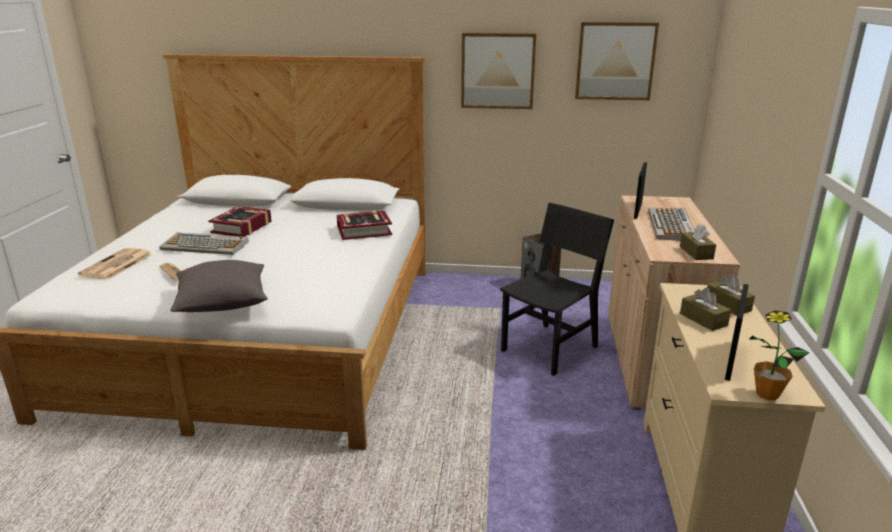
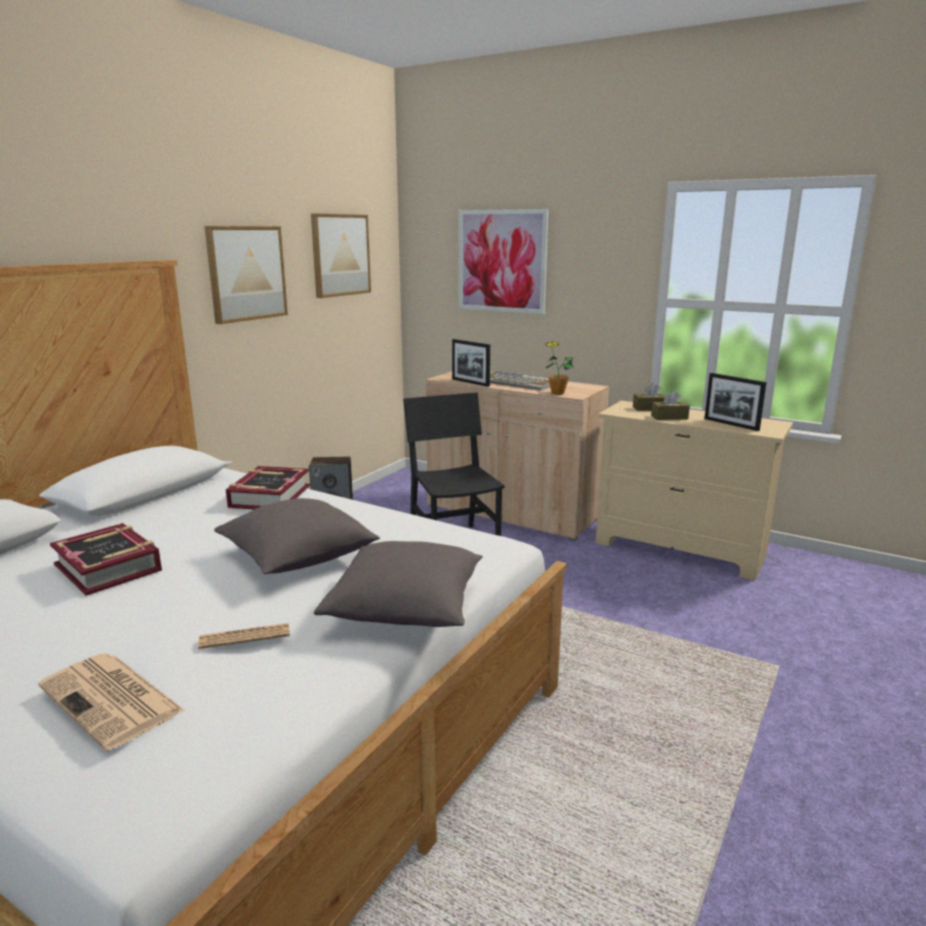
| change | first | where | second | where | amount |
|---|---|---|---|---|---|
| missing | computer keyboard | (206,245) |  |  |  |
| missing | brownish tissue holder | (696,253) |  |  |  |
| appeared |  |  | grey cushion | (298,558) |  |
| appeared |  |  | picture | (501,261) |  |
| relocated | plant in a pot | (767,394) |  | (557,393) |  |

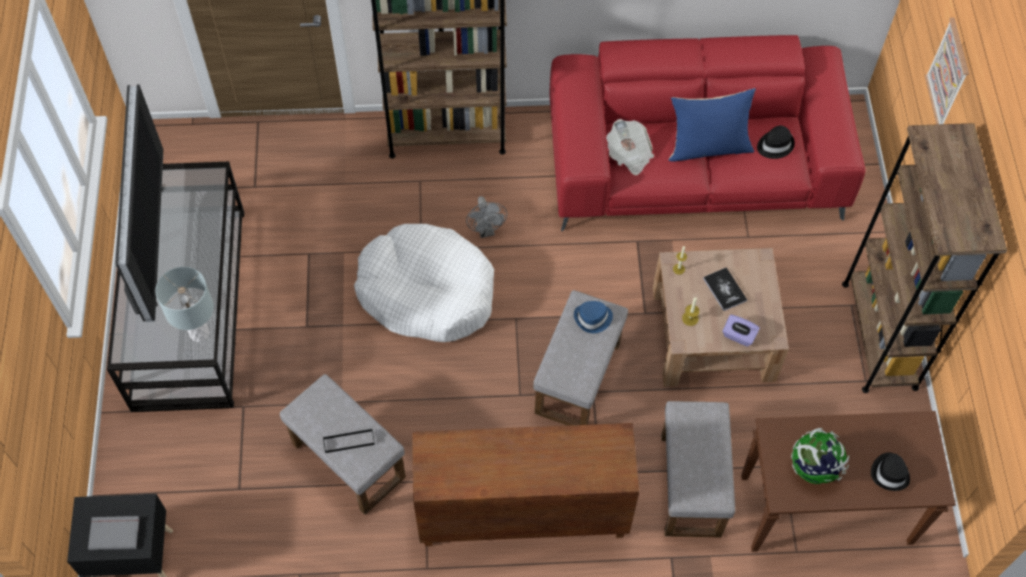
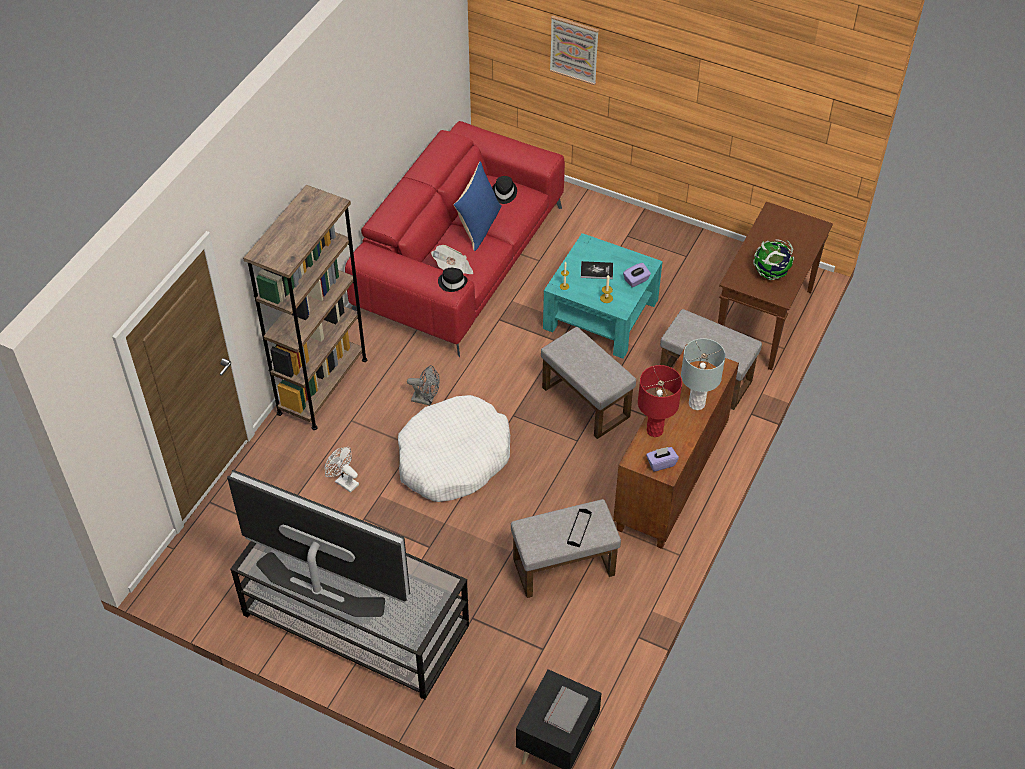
| change | first | where | second | where | amount |
|---|---|---|---|---|---|
| missing | blue-coloured wearable hat | (593,318) |  |  |  |
| missing | brownish bookshelf | (879,335) |  |  |  |
| appeared |  |  | white electric fan | (343,481) |  |
| appeared |  |  | reddish lamp for a table | (654,430) |  |
| appeared |  |  | purplish tissue holder | (661,463) |  |
| relocated | grey lamp for a table | (199,333) |  | (697,403) |  |
| relocated | blackish wearable hat | (890,473) |  | (452,282) |  |
| colour | brownish coffee table | (713,334) | turquoise coffee table | (601,314) |  |

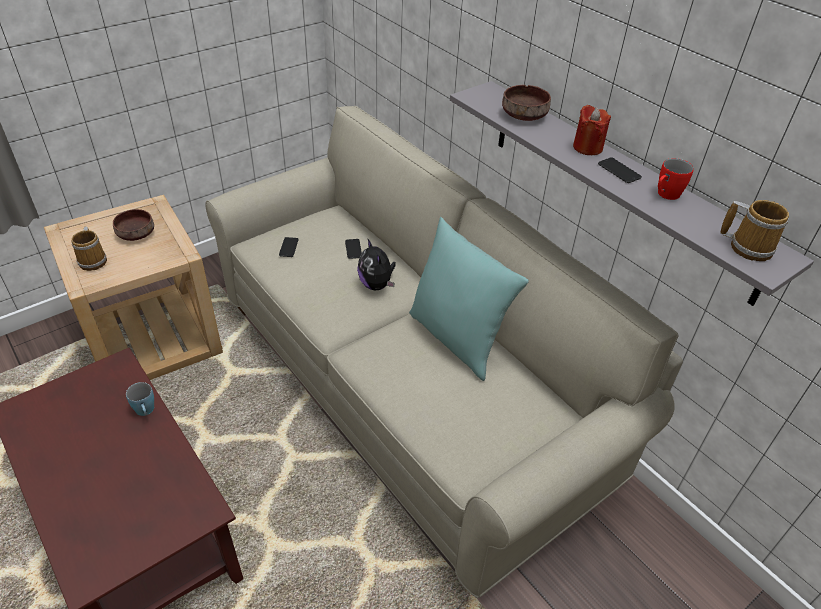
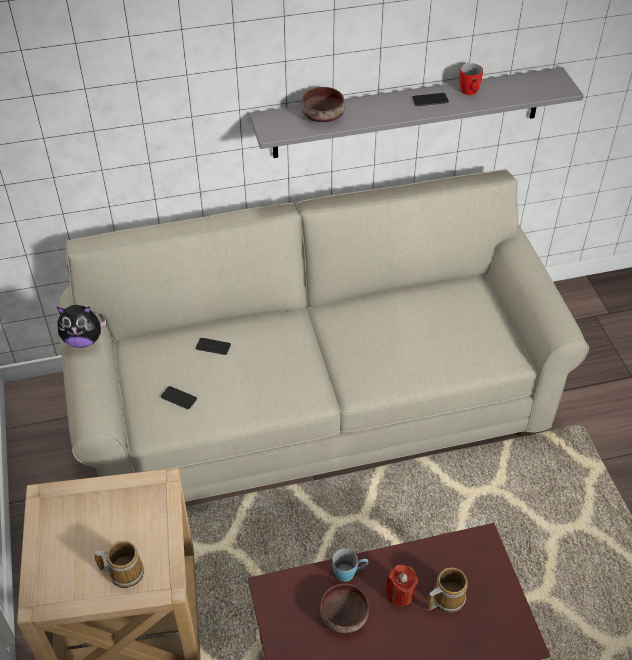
| change | first | where | second | where | amount |
|---|---|---|---|---|---|
| missing | turquoise cushion | (457,338) |  |  |  |
| relocated | brownish bowl | (137,234) |  | (345,614) |  |
| relocated | soft toy | (377,285) |  | (83,340) |  |
| relocated | reddish candle | (587,147) |  | (400,593) |  |
| relocated | tea mug | (748,246) |  | (445,598) |  |

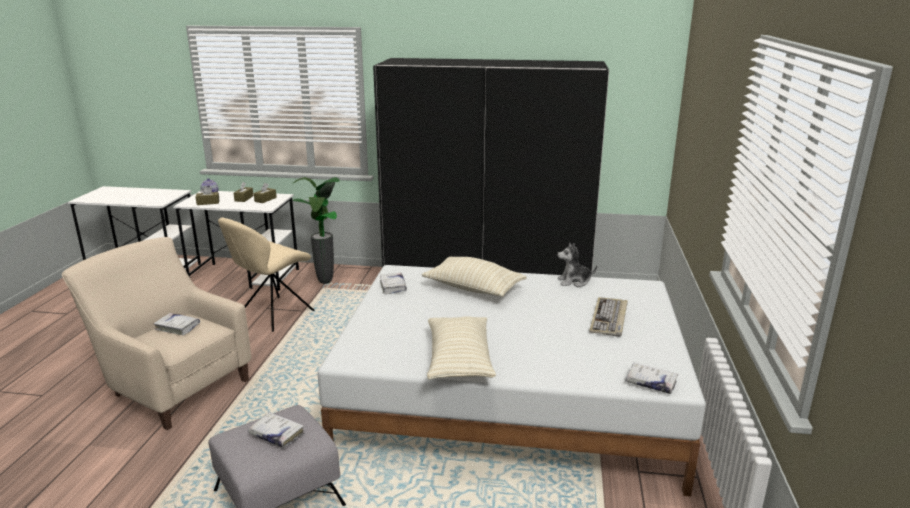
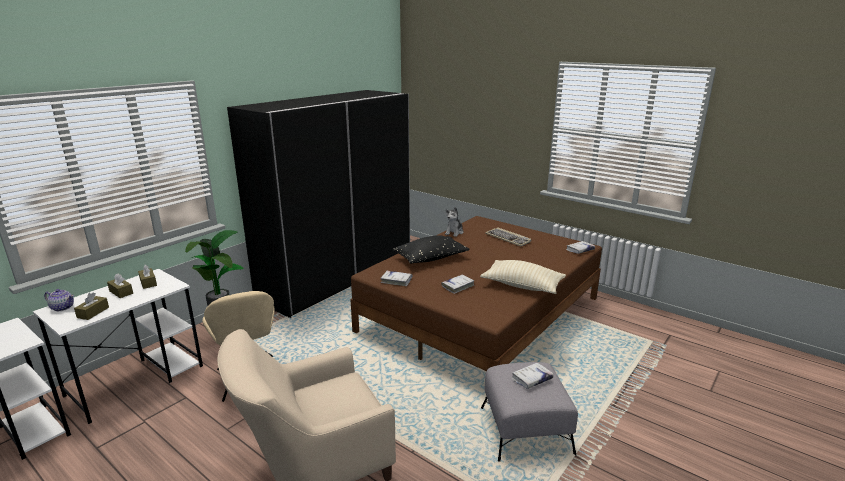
| change | first | where | second | where | amount |
|---|---|---|---|---|---|
| relocated | white book | (177,327) |  | (458,286) |  |
| colour | white bed | (510,399) | brownish bed | (482,314) |  |
| colour | sand-coloured cushion | (473,288) | blackish cushion | (431,258) |  |

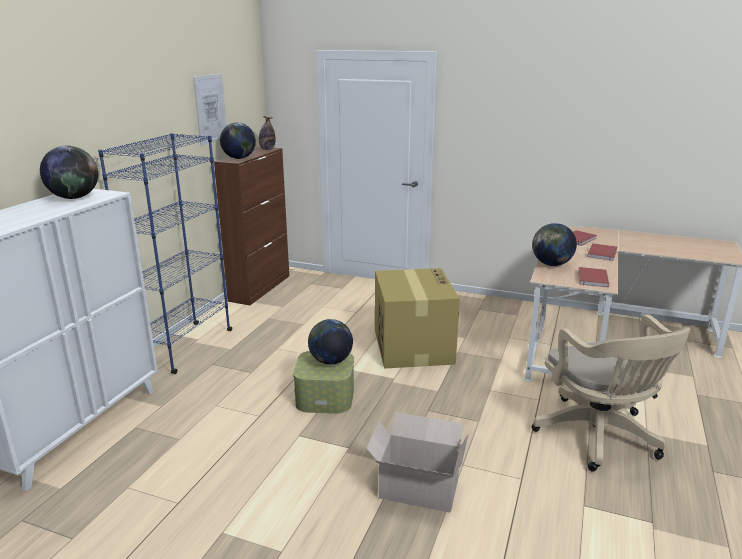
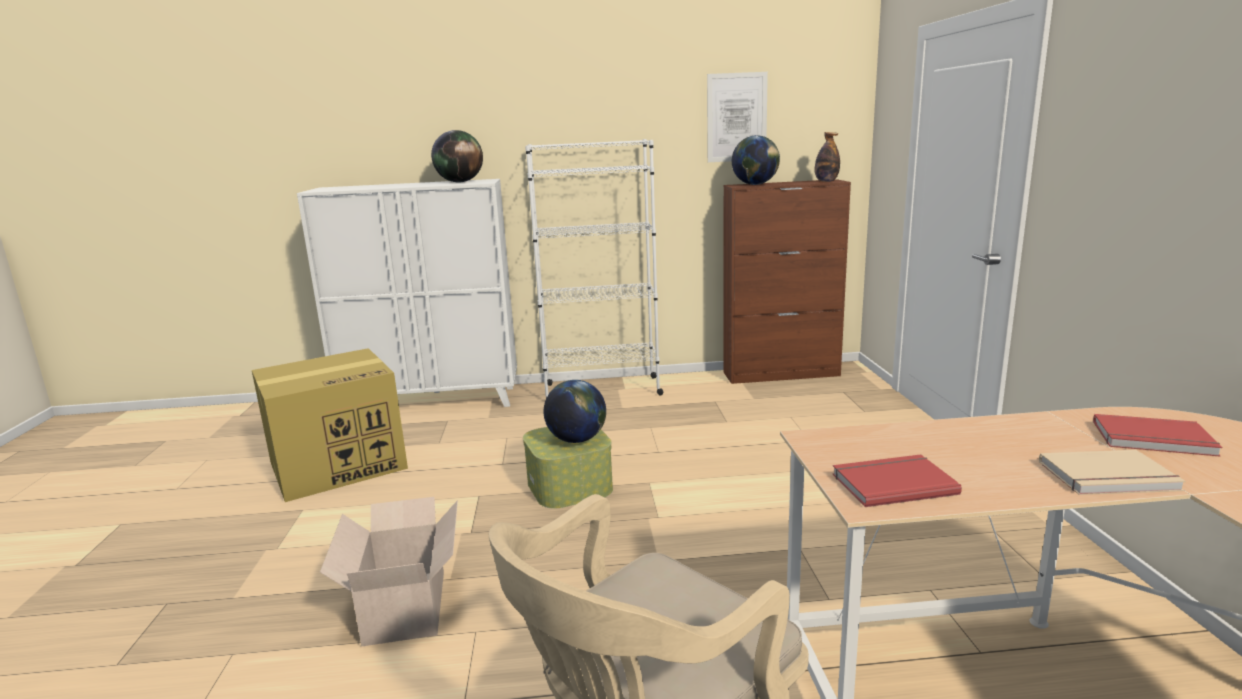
| change | first | where | second | where | amount |
|---|---|---|---|---|---|
| missing | desk globe | (551,264) |  |  |  |
| relocated | packing box | (412,346) |  | (339,464) |  |
| colour | blue-coloured bookshelf | (185,347) | white bookshelf | (602,389) |  |
| colour | reddish book | (603,253) | sand-coloured book | (1110,478) |  |

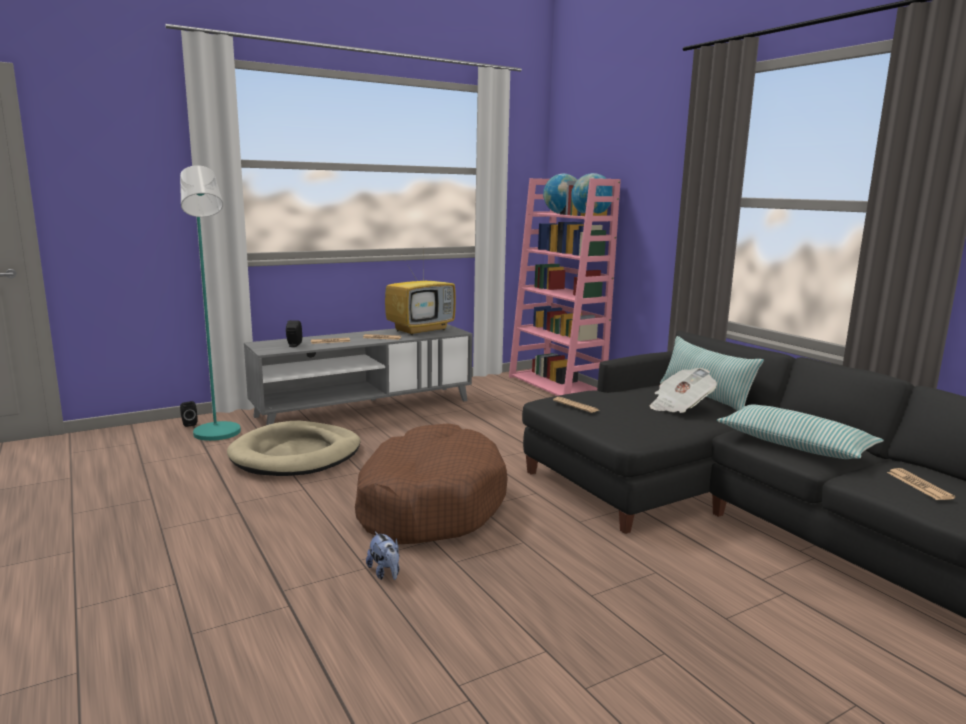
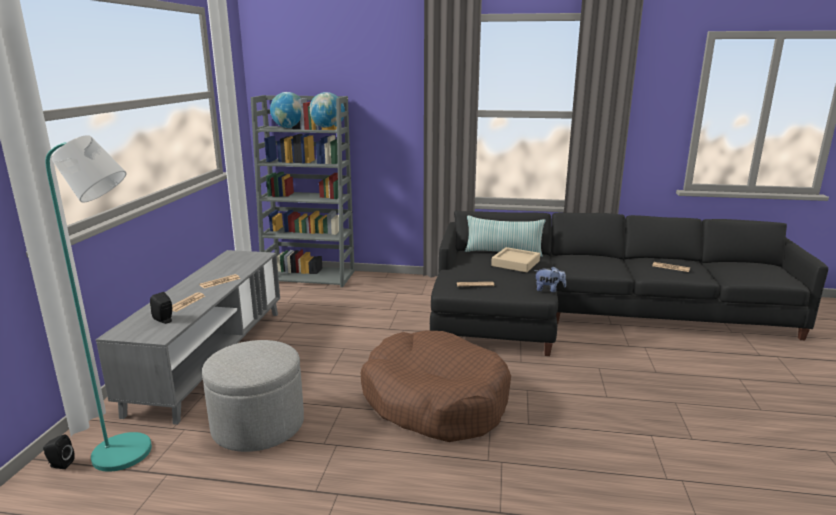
| change | first | where | second | where | amount |
|---|---|---|---|---|---|
| missing | TV | (421,330) |  |  |  |
| missing | cushion | (794,445) |  |  |  |
| relocated | soft toy | (385,573) |  | (549,290) |  |
| exchanged | sand-coloured dog bed | (296,454) | grey pouffe | (258,425) |  |
| exchanged | daily paper | (679,407) | sand-coloured carrying tray | (515,263) |  |
| colour | pinkish bookshelf | (557,385) | grey bookshelf | (310,276) |  |

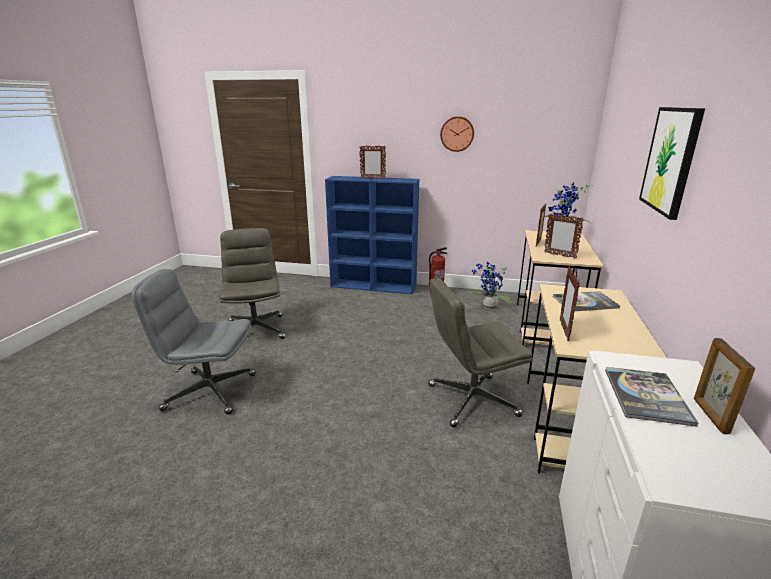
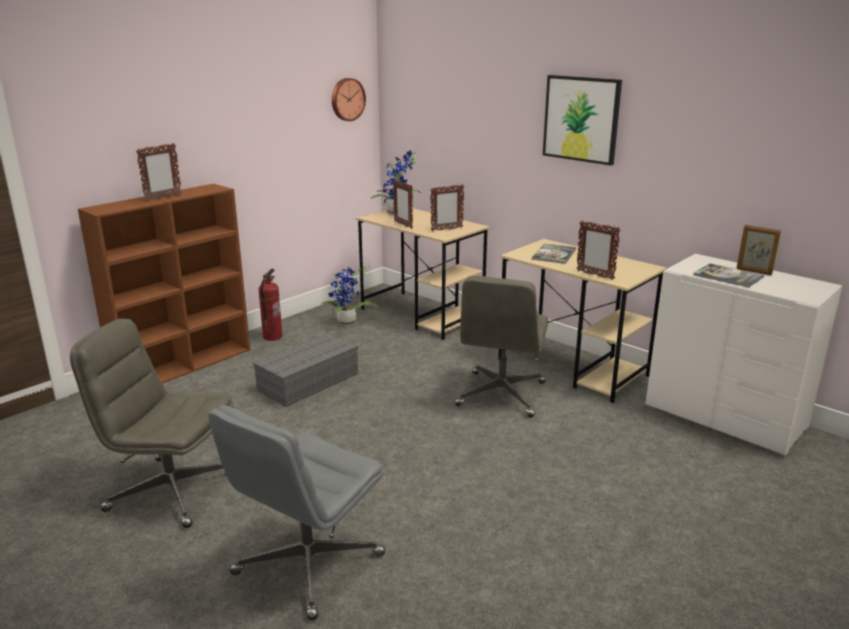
| change | first | where | second | where | amount |
|---|---|---|---|---|---|
| appeared |  |  | grey storage bin | (309,381) |  |
| relocated | clock on the wall | (457,134) |  | (347,99) |  |
| colour | blue-coloured bookshelf | (374,286) | brownish bookshelf | (185,365) |  |

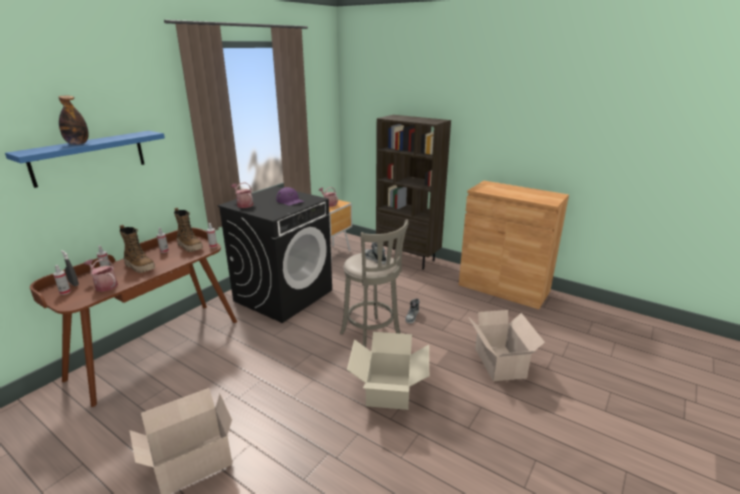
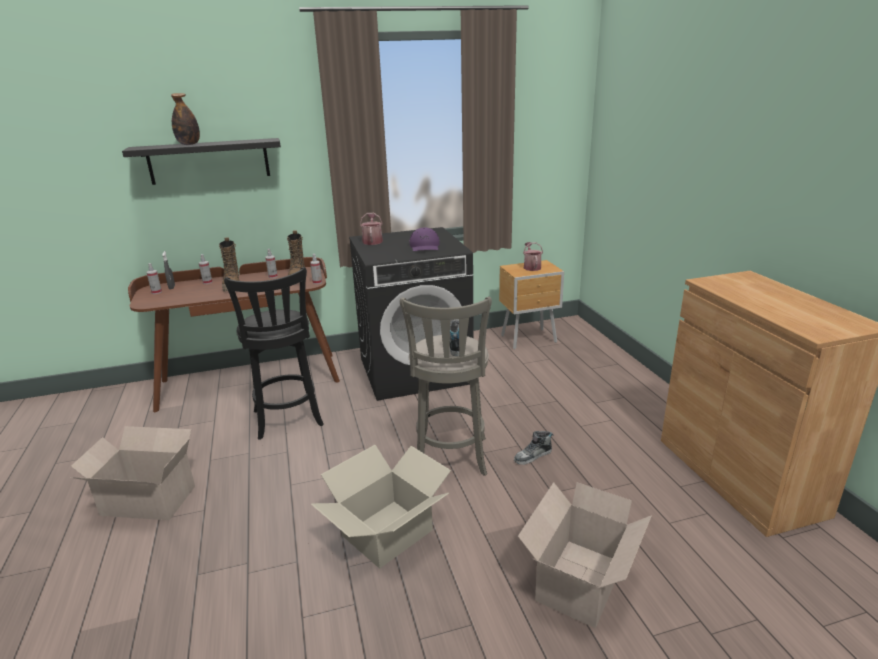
| change | first | where | second | where | amount |
|---|---|---|---|---|---|
| missing | watering can | (104,285) |  |  |  |
| missing | brownish bookshelf | (408,258) |  |  |  |
| appeared |  |  | blackish stool seat | (288,420) |  |
| colour | blue-coloured wall shelf | (89,157) | blackish wall shelf | (209,161) |  |

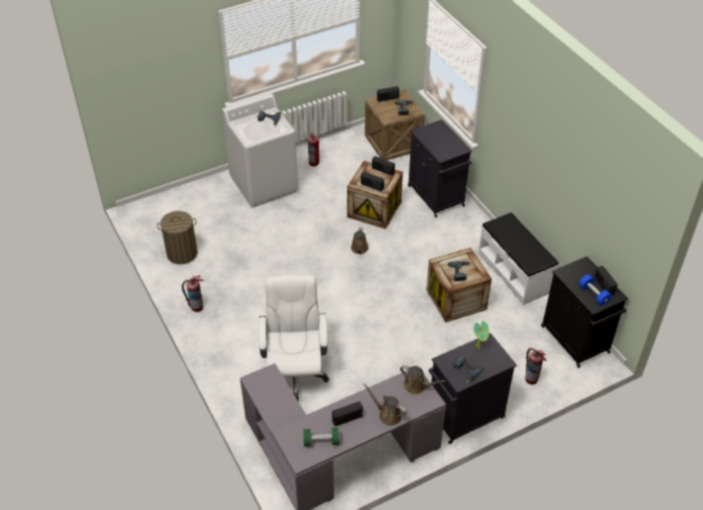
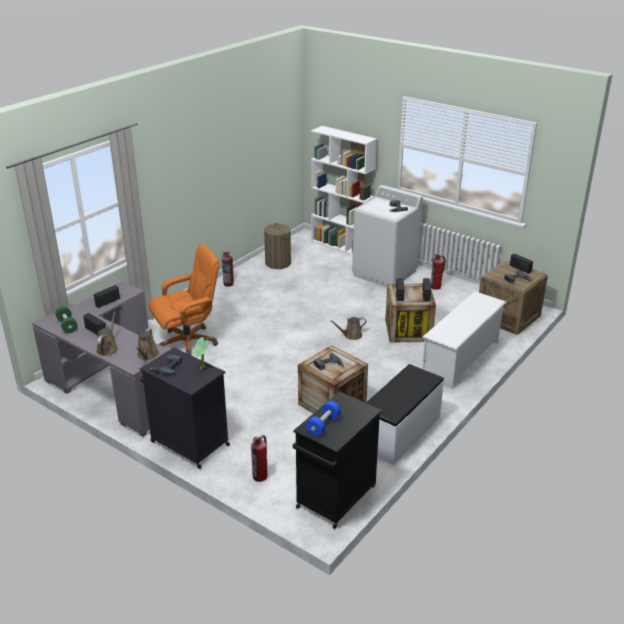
| change | first | where | second | where | amount |
|---|---|---|---|---|---|
| appeared |  |  | white bookshelf | (341,246) |  |
| relocated | radio receiver | (604,286) |  | (107,302) |  |
| exchanged | blackish storage cabinet | (436,197) | white shoe stand | (461,359) |  |
| colour | white computer chair | (295,373) | orange computer chair | (188,342) |  |

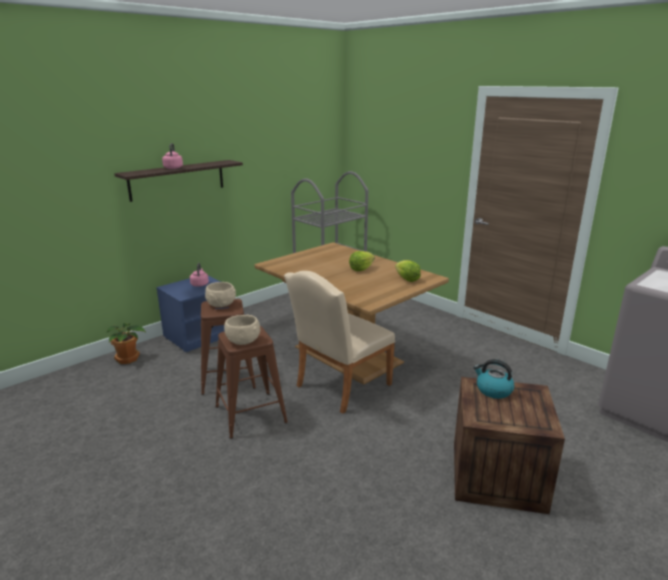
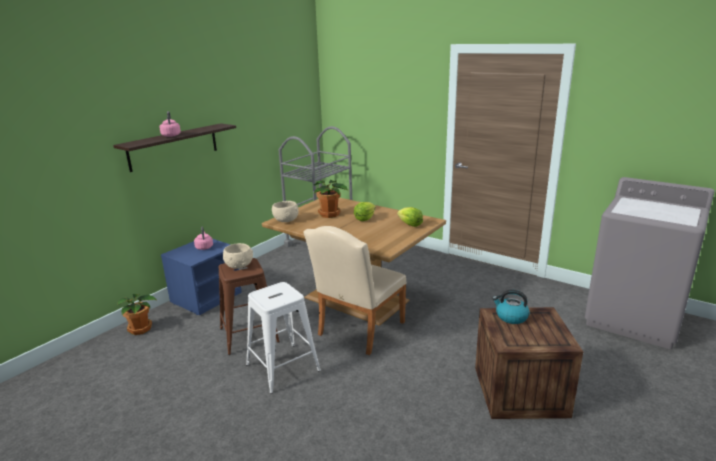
| change | first | where | second | where | amount |
|---|---|---|---|---|---|
| appeared |  |  | plant in a pot | (330,214) |  |
| relocated | sand-coloured bowl | (242,340) |  | (285,220) |  |
| colour | brownish stool seat | (250,414) | white stool seat | (283,367) |  |

